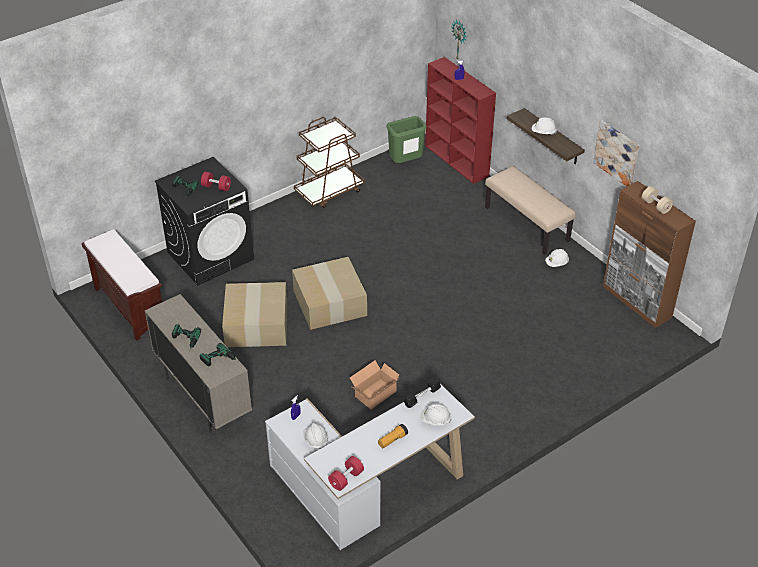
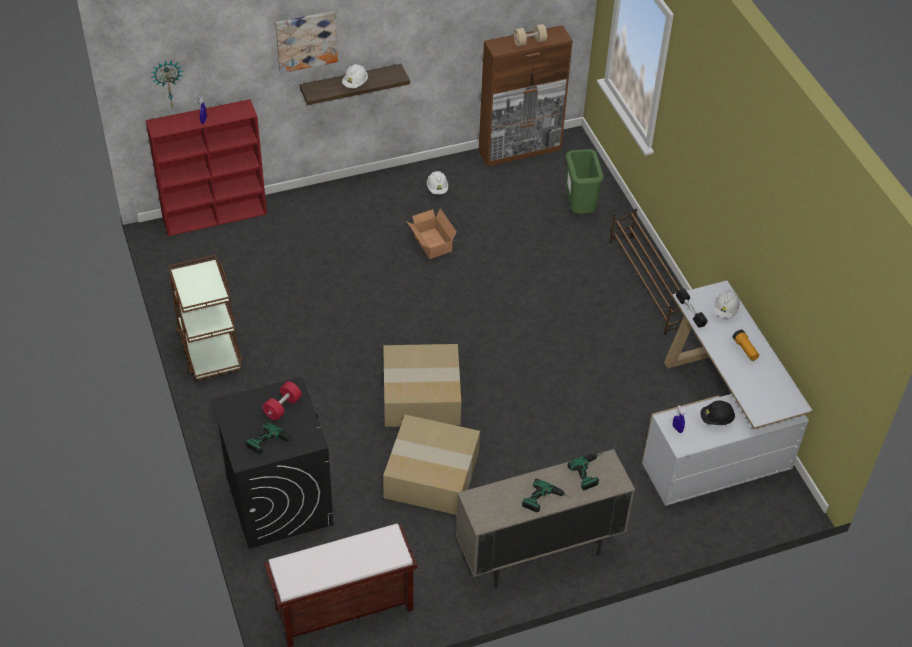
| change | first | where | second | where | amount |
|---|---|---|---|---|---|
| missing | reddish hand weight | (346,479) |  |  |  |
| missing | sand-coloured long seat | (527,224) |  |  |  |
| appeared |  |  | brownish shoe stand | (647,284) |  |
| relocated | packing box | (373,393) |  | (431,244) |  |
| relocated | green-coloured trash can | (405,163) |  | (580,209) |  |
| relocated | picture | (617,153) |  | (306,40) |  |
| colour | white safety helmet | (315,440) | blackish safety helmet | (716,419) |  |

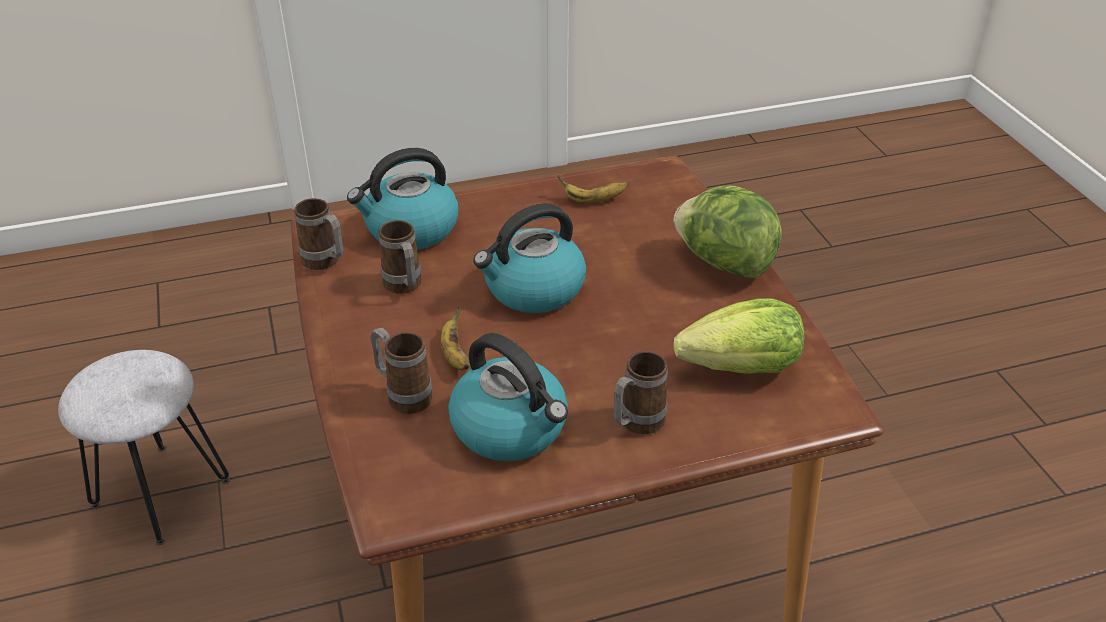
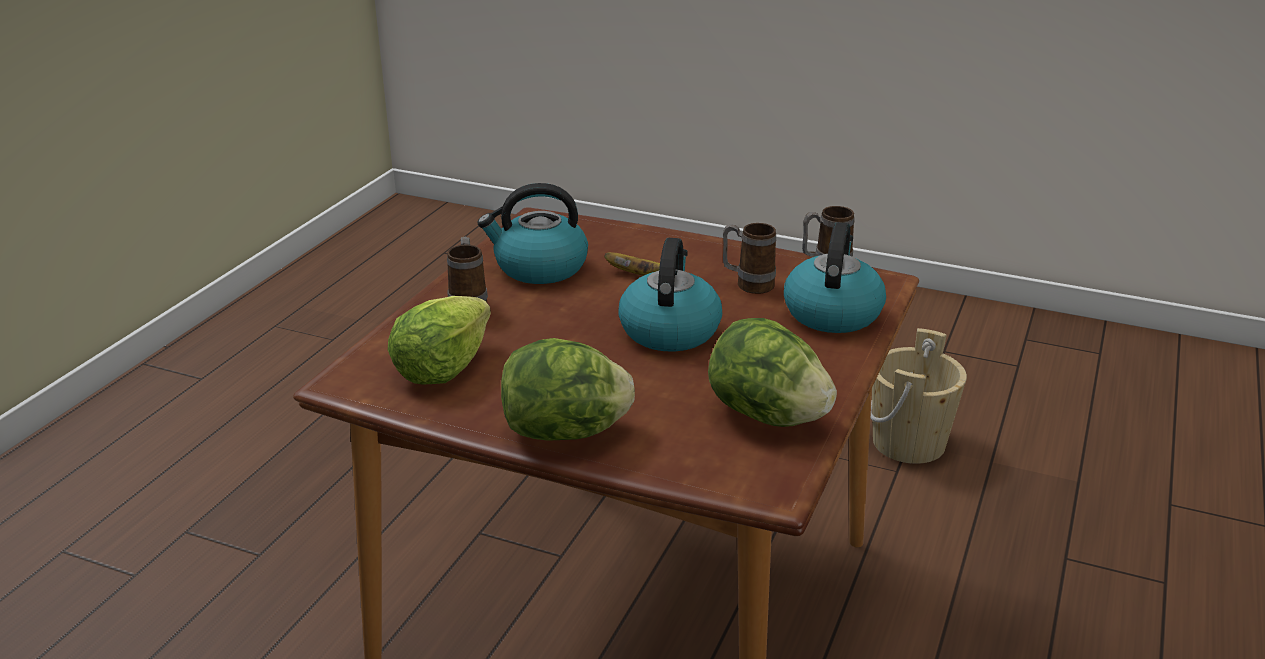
| change | first | where | second | where | amount |
|---|---|---|---|---|---|
| missing | tea mug | (403,395) |  |  |  |
| exchanged | grey stool seat | (160,492) | sand-coloured water bucket | (908,443) |  |
| exchanged | banana fruit | (592,200) | lettuce | (767,416) |  |

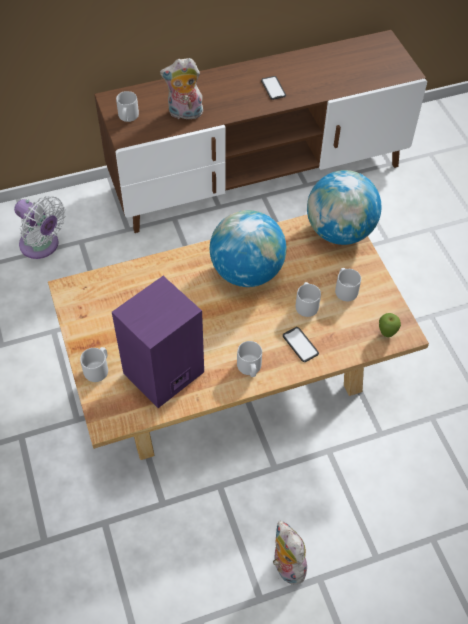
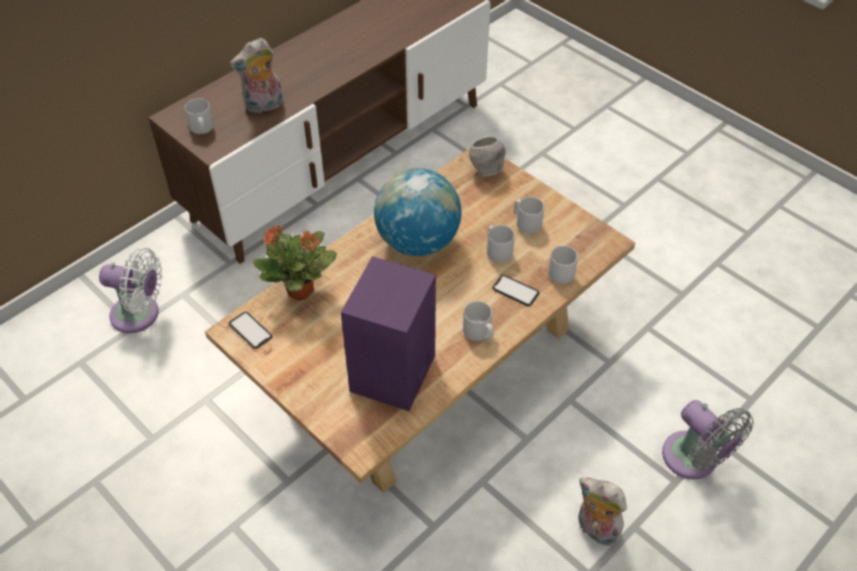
| change | first | where | second | where | amount |
|---|---|---|---|---|---|
| missing | apple fruit | (386,334) |  |  |  |
| appeared |  |  | plant in a pot | (301,291) |  |
| appeared |  |  | grey electric fan | (693,460) |  |
| relocated | grey tea mug | (98,369) |  | (561,271) |  |
| relocated | telephone | (273,88) |  | (250,330) |  |
| exchanged | desk globe | (339,231) | grey bowl | (486,170) |  |

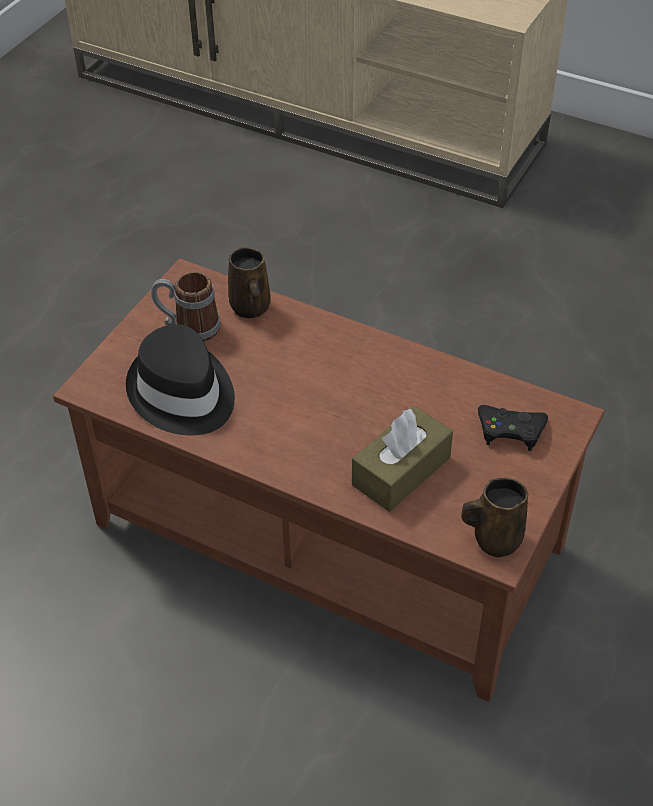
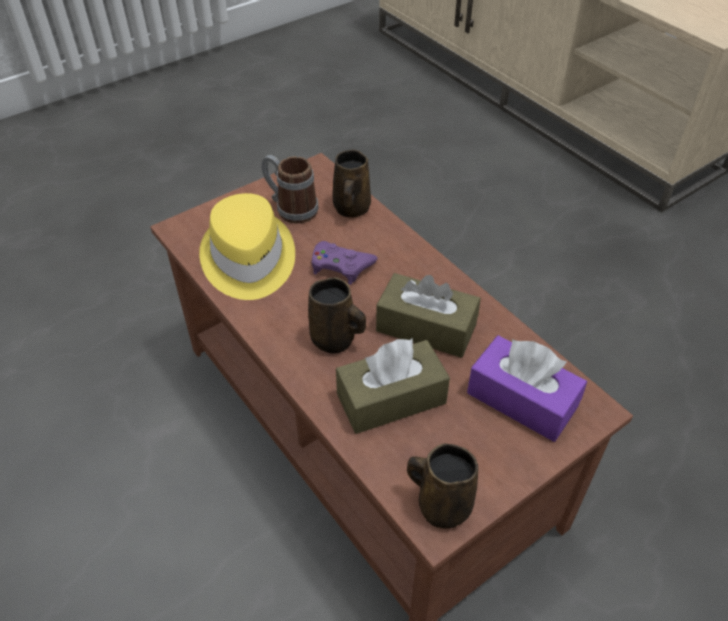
| change | first | where | second | where | amount |
|---|---|---|---|---|---|
| appeared |  |  | brownish tea mug | (335,340) |  |
| appeared |  |  | purplish game controller | (341,266) |  |
| appeared |  |  | brownish tissue holder | (426,328) |  |
| exchanged | blackish game controller | (510,430) | purplish tissue holder | (522,400) |  |
| colour | blackish wearable hat | (182,394) | yellow wearable hat | (247,260) |  |

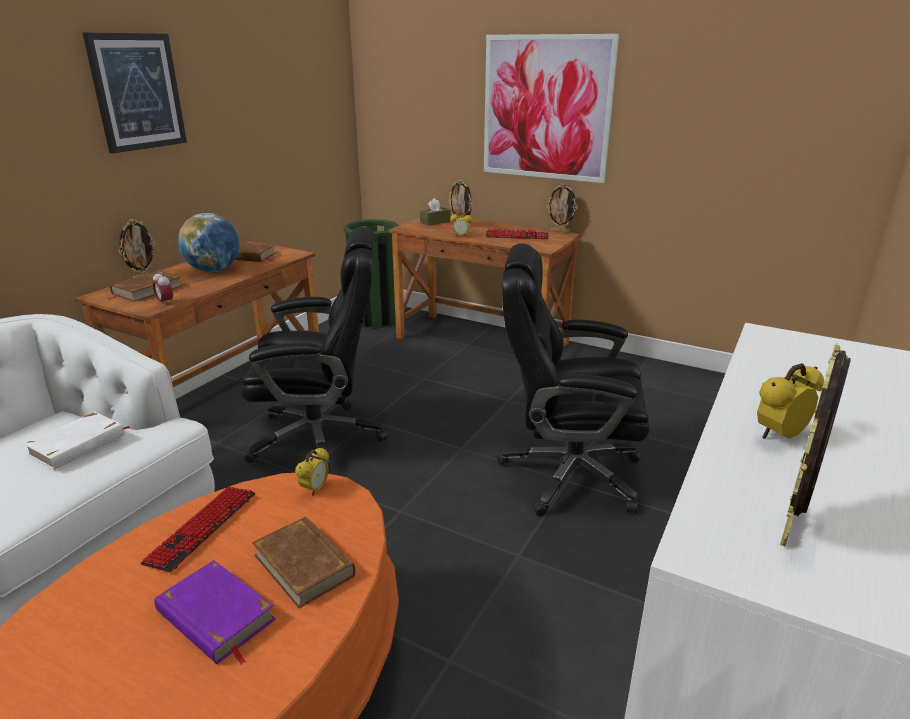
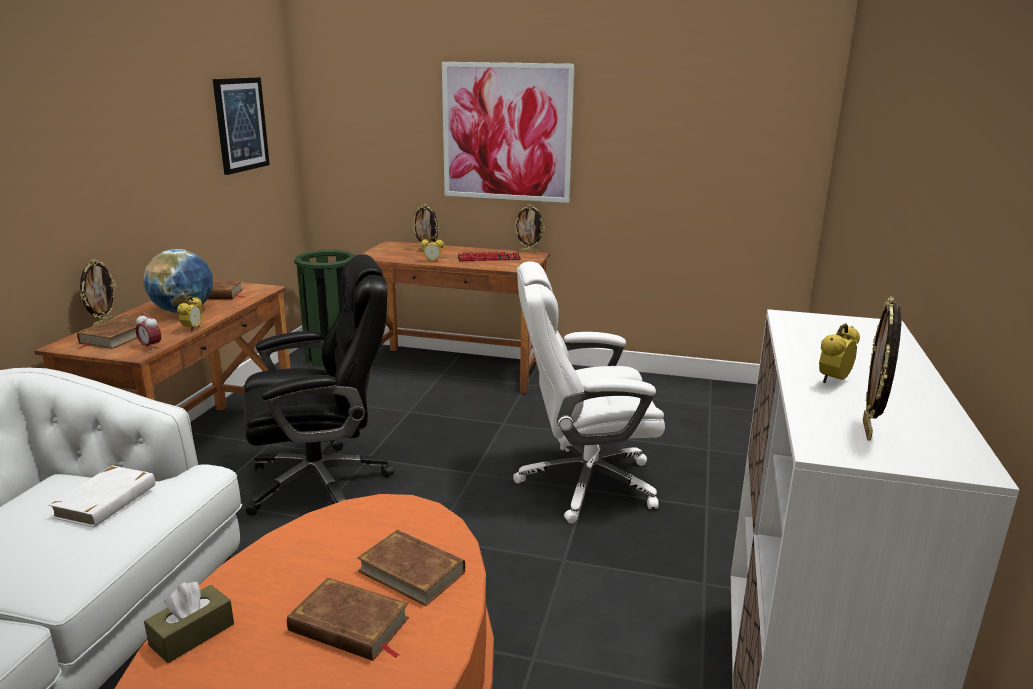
| change | first | where | second | where | amount |
|---|---|---|---|---|---|
| missing | computer keyboard | (202,528) |  |  |  |
| relocated | picture | (137,92) |  | (241,124) |  |
| relocated | table clock | (315,489) |  | (193,329) |  |
| relocated | brownish tissue holder | (435,222) |  | (192,634) |  |
| colour | purplish book | (215,616) | brownish book | (349,625) |  |
| colour | blackish computer chair | (567,474) | white computer chair | (584,483) |  |

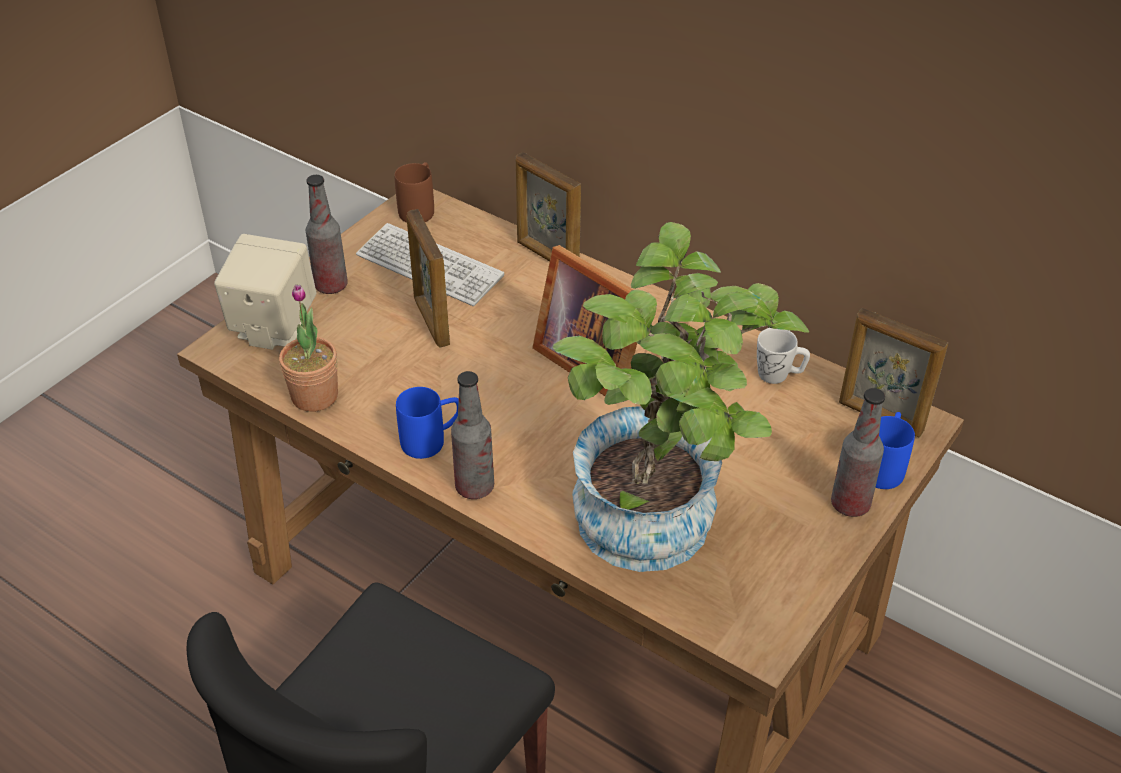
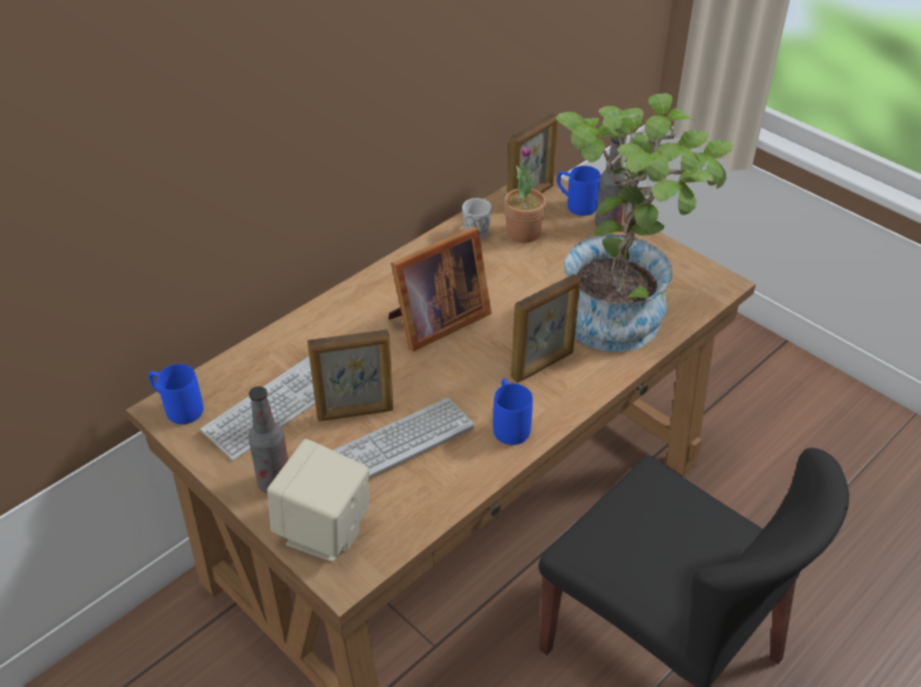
| change | first | where | second | where | amount |
|---|---|---|---|---|---|
| missing | bottle | (474,487) |  |  |  |
| appeared |  |  | computer keyboard | (399,443) |  |
| relocated | plant in a pot | (314,396) |  | (523,233) |  |
| relocated | standing frame | (547,256) |  | (543,365) |  |
| colour | brownish tea mug | (419,208) | blue-coloured tea mug | (177,408) |  |

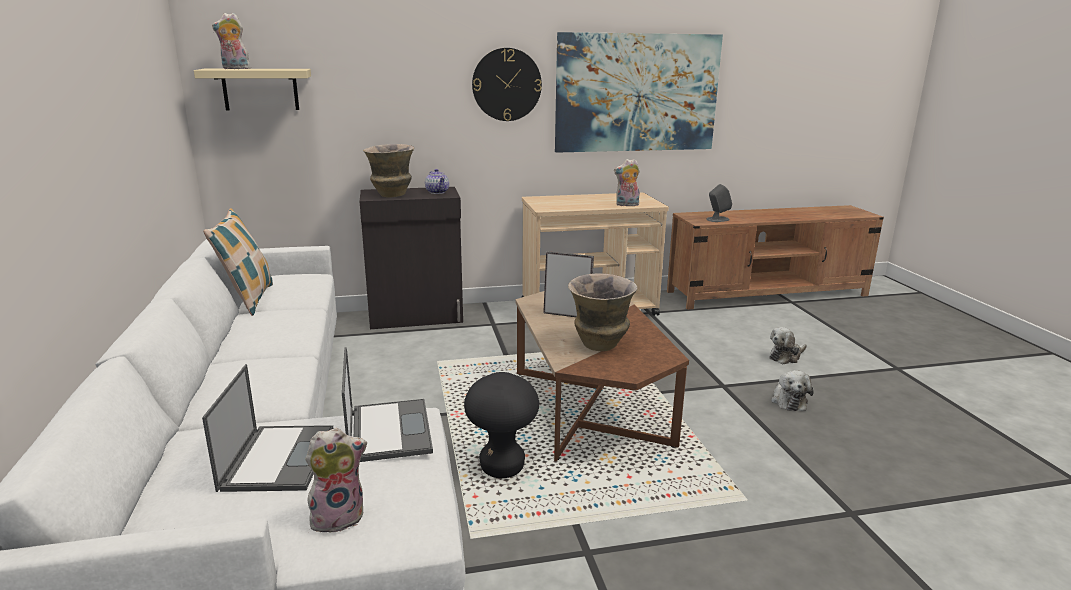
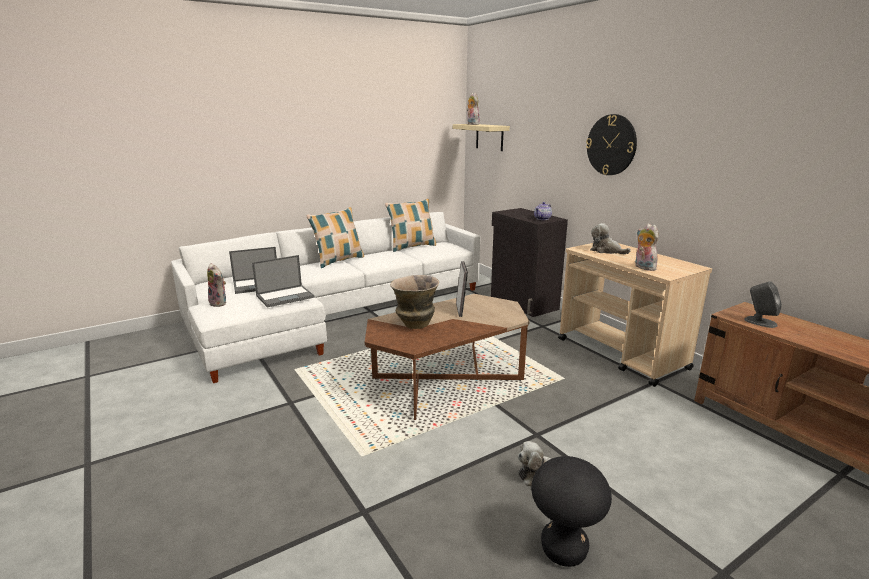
| change | first | where | second | where | amount |
|---|---|---|---|---|---|
| missing | decorative vase | (392,195) |  |  |  |
| missing | picture | (637,93) |  |  |  |
| appeared |  |  | cushion | (338,261) |  |
| relocated | blackish stool seat | (502,468) |  | (563,551) |  |
| relocated | soft toy | (786,357) |  | (606,251) |  |

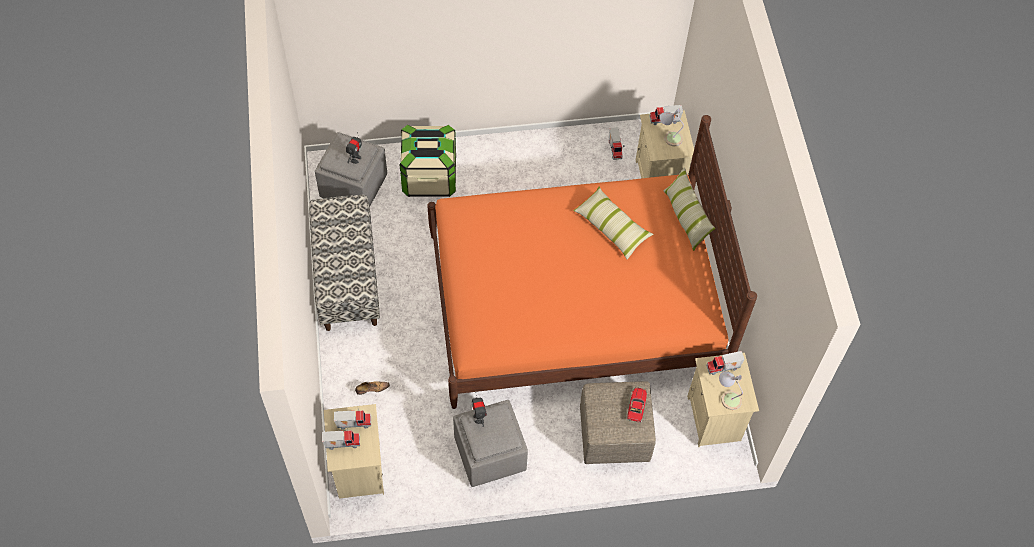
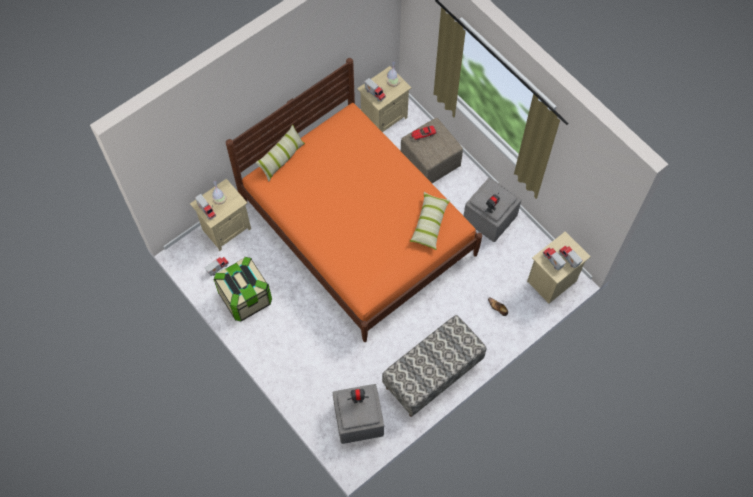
| change | first | where | second | where | amount |
|---|---|---|---|---|---|
| relocated | storage bin | (429,177) |  | (245,298) |  |
| relocated | cushion | (612,227) |  | (429,223) |  |

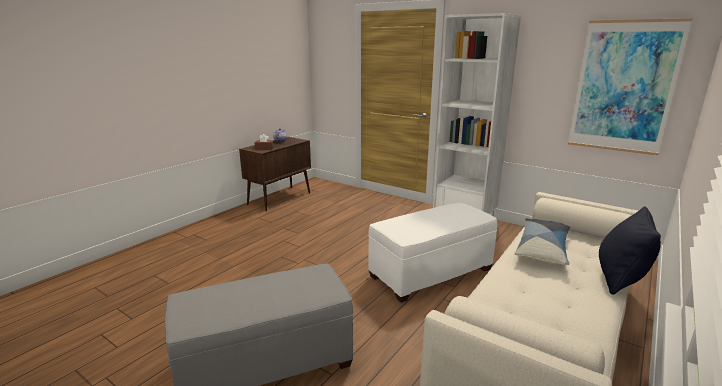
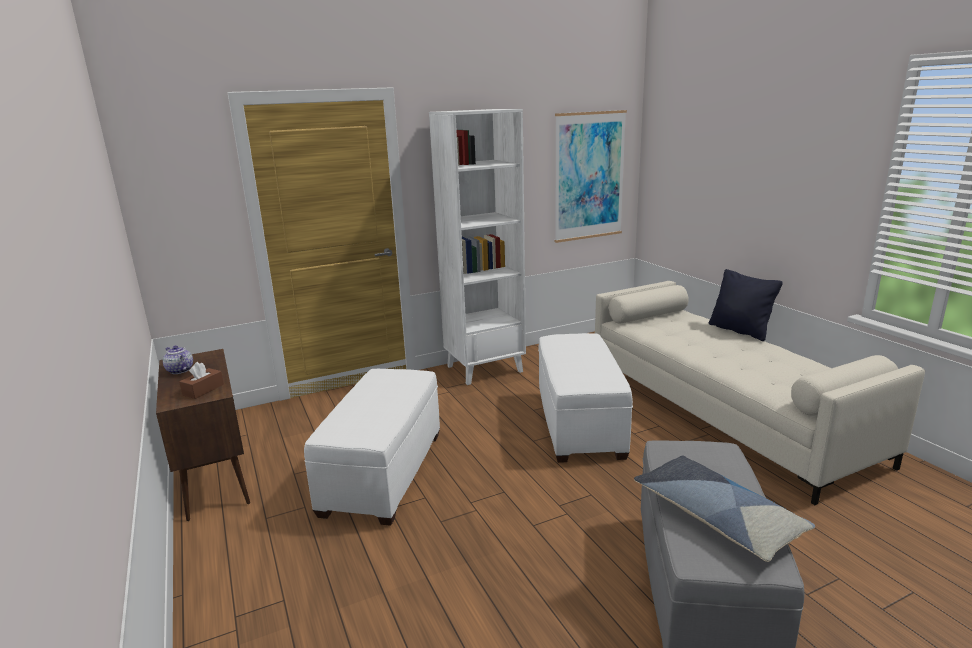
| change | first | where | second | where | amount |
|---|---|---|---|---|---|
| appeared |  |  | white pouffe | (383,472) |  |
| relocated | cushion | (542,249) |  | (716,516) |  |

